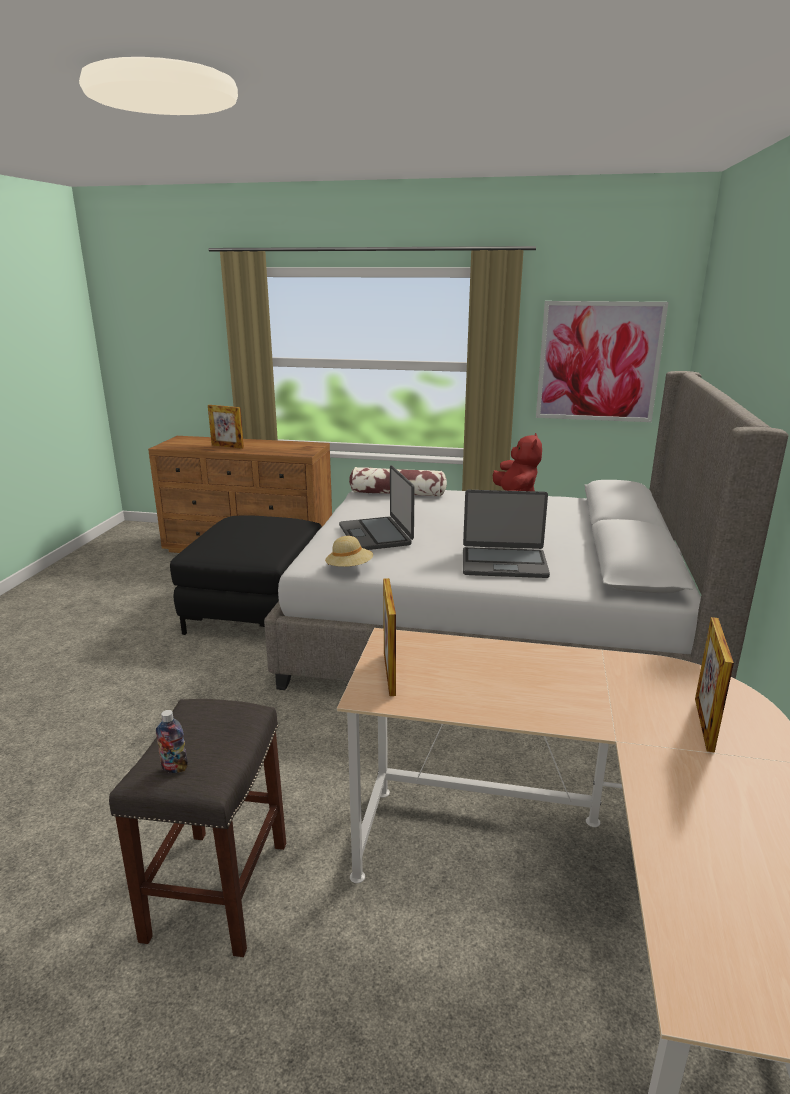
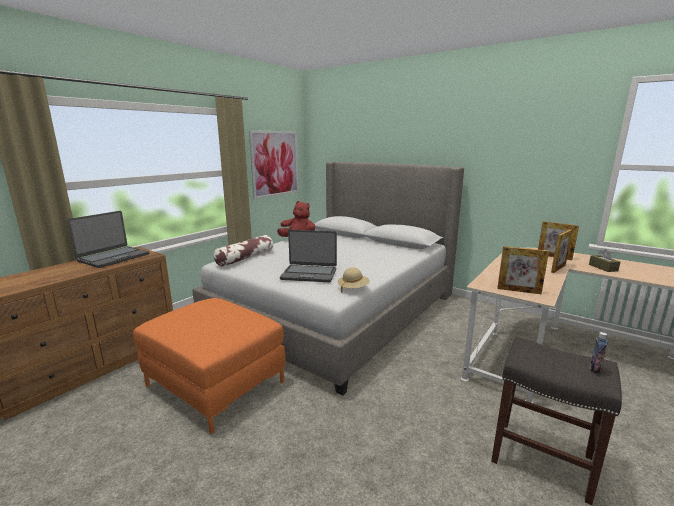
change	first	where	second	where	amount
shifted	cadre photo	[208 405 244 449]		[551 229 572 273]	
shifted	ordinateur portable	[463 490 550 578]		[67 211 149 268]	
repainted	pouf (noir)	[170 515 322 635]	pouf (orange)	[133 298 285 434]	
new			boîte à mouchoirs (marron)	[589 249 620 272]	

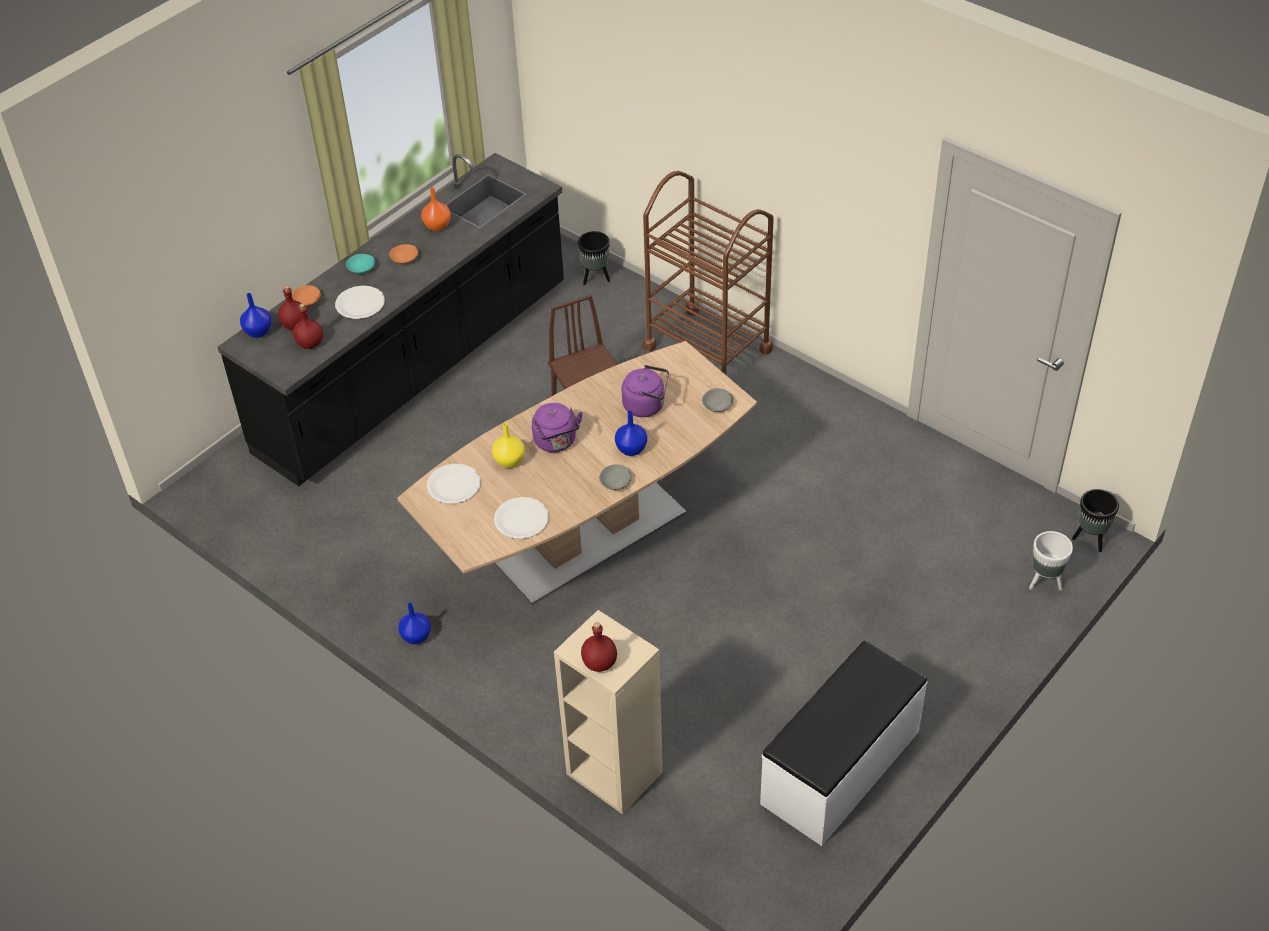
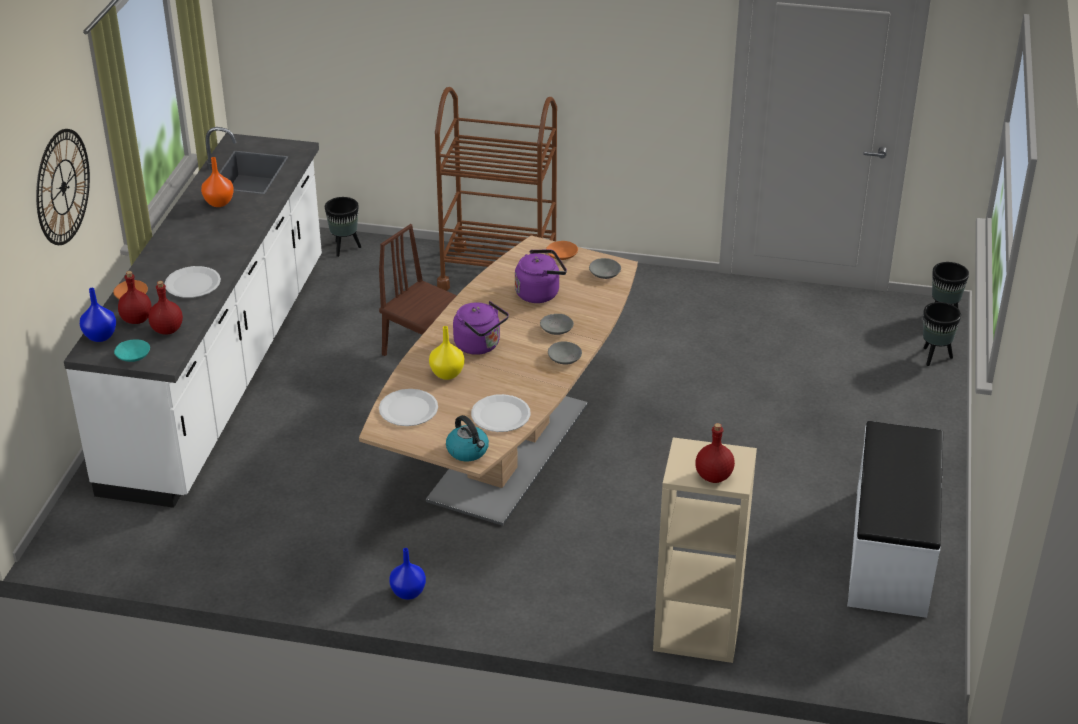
change	first	where	second	where	amount
repainted	comptoir de cuisine (noir)	[218 153 564 486]	comptoir de cuisine (blanc)	[64 127 322 508]	
shifted	bol (orange)	[389 244 418 264]		[546 241 578 260]	
shifted	bol (turquoise)	[346 254 375 274]		[114 339 150 362]	
swapped	vase (bleu)	[615 411 647 456]	bol (gris)	[540 314 574 335]	
repainted	cache-pot (blanc)	[1029 531 1073 590]	cache-pot (noir)	[923 302 961 366]	
new			horloge murale	[36 129 90 245]	
new			bouilloire	[446 415 489 461]	

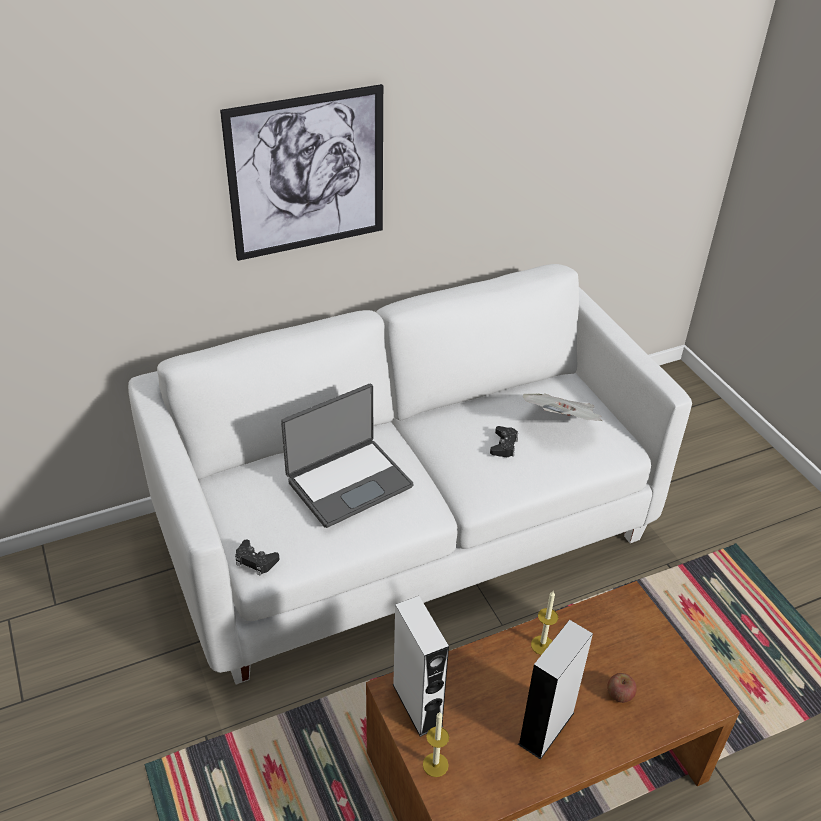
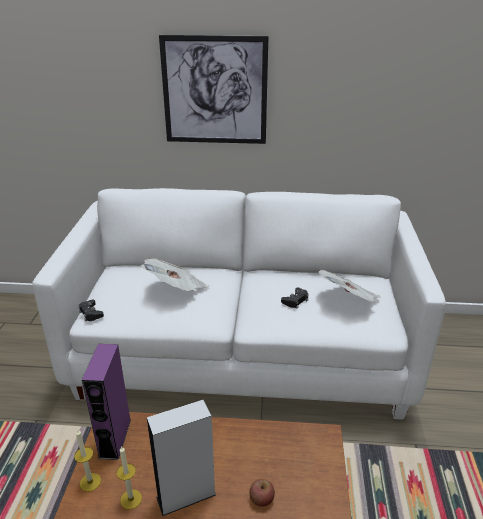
change	first	where	second	where	amount
swapped	ordinateur portable	[281 384 414 528]	journal	[141 258 209 291]	
shifted	bougie	[531 591 558 655]		[116 446 142 510]	
repainted	enceinte (blanc)	[392 596 449 737]	enceinte (violet)	[82 344 131 460]	

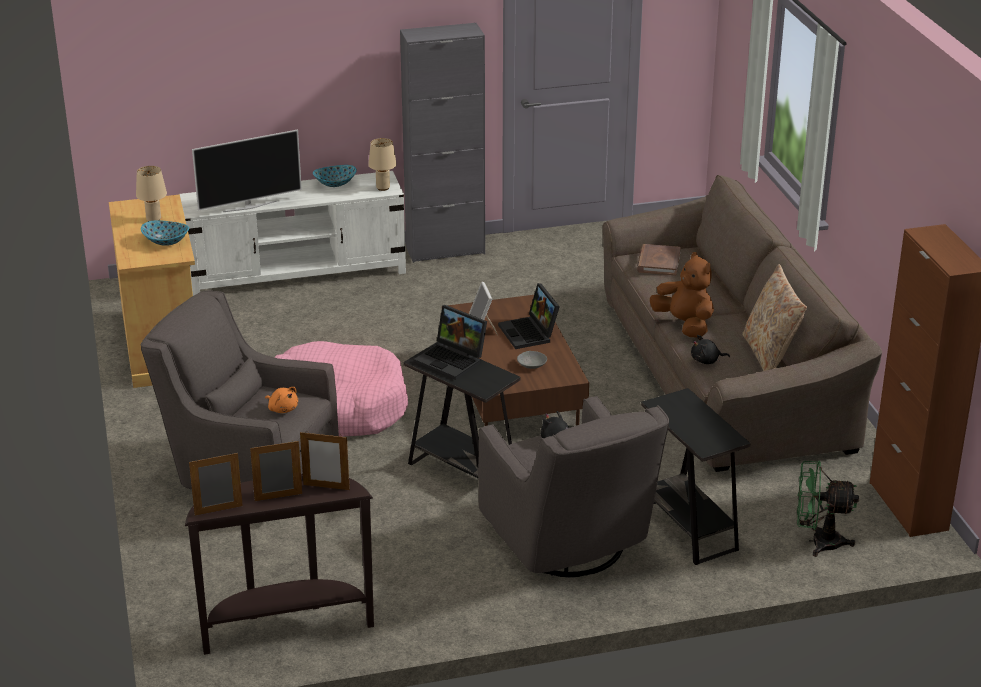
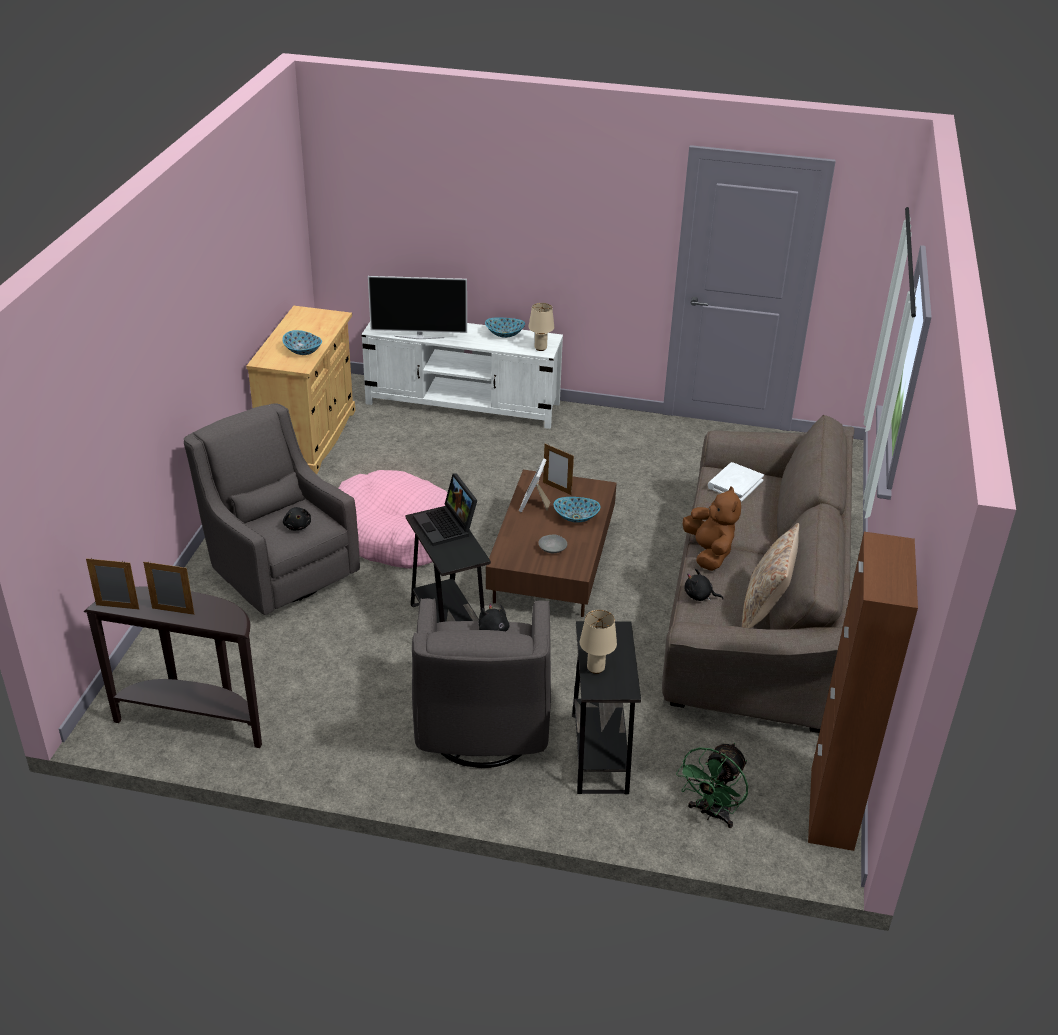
change	first	where	second	where	amount
gone	meuble de rangement (gris)	[400 23 485 263]			
shifted	lampe de table (beige)	[136 166 167 221]		[580 609 617 674]	
repainted	livre (marron)	[637 244 681 276]	livre (blanc)	[708 462 764 502]	
swapped	ordinateur portable	[498 283 560 349]	bol	[554 497 600 523]	
repainted	peluche (orange)	[265 387 298 413]	peluche (noir)	[283 507 311 530]	
shifted	cadre photo	[300 432 350 490]		[543 444 574 495]	
rotated	ventilateur (vert)	[797 461 859 557]		[676 743 748 828]	90 degrees counterclockwise

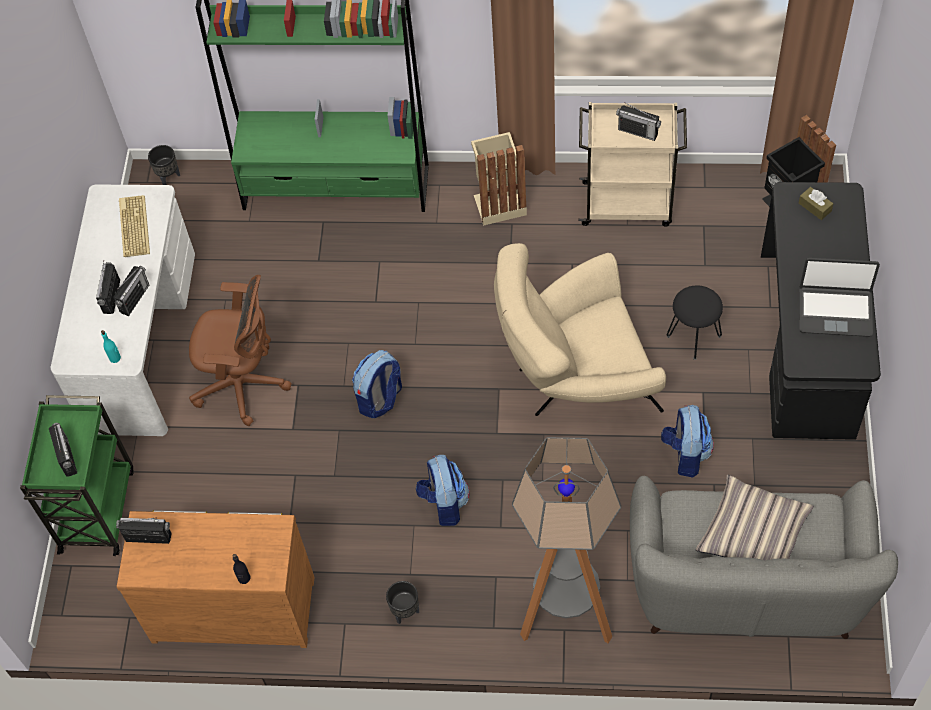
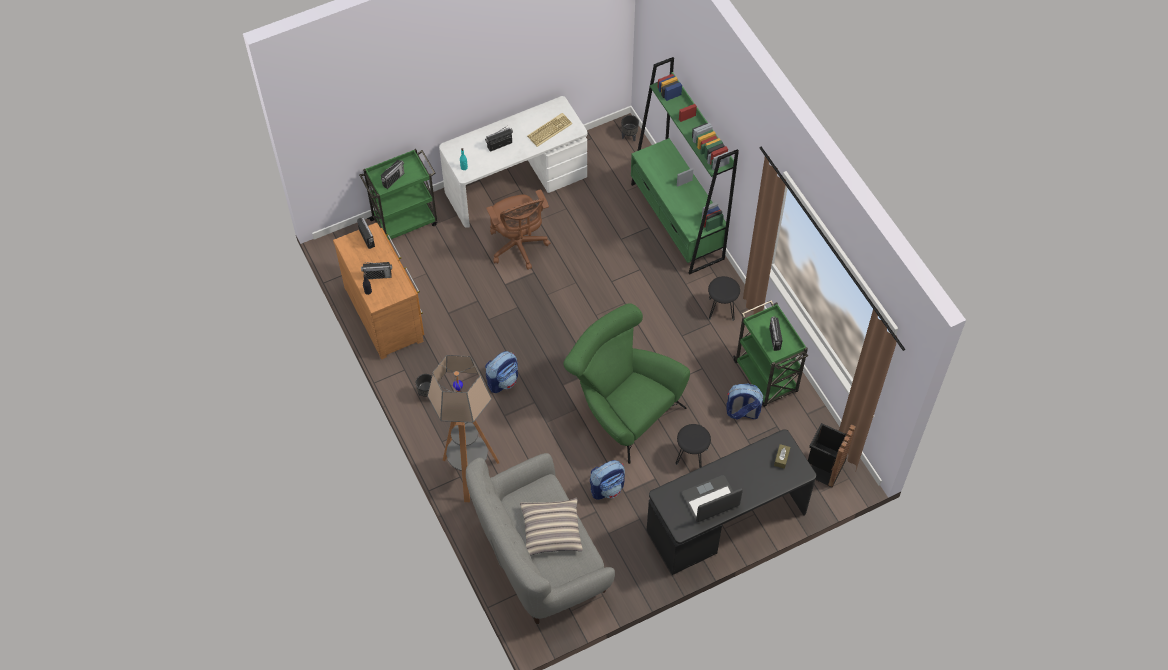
change	first	where	second	where	amount
repainted	chariot (beige)	[578 102 687 227]	chariot (vert)	[733 300 808 407]	
swapped	poubelle (beige)	[471 132 527 226]	tabouret (noir)	[708 276 740 321]	
repainted	fauteuil (beige)	[494 243 666 416]	fauteuil (vert)	[563 303 690 464]	
rotated	ordinateur portable	[799 258 880 337]		[681 475 743 522]	90 degrees clockwise
shifted	radio	[113 266 149 316]		[361 262 392 279]	
shifted	sac à dos	[352 350 402 419]		[727 383 763 420]	

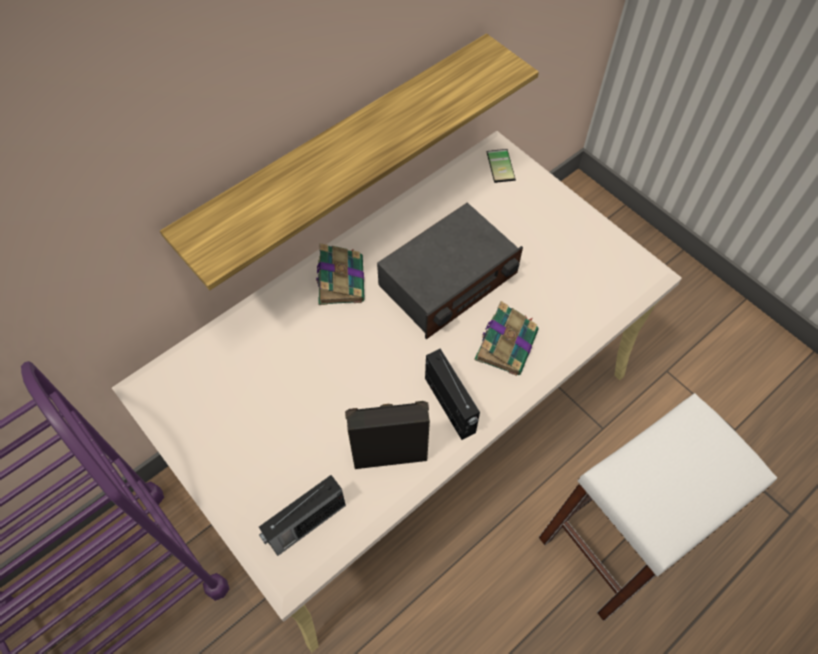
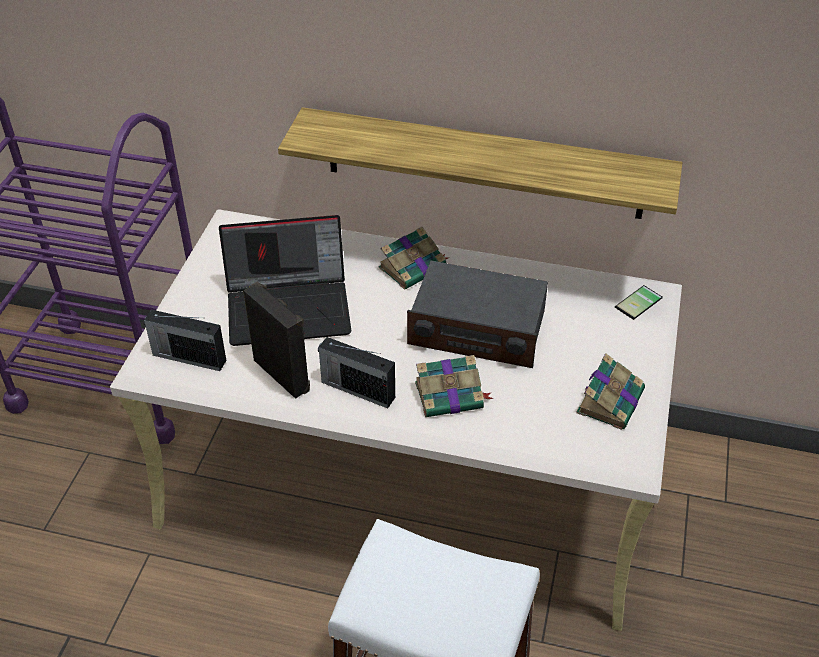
change	first	where	second	where	amount
rotated	radio	[425 349 480 440]		[318 337 395 408]	90 degrees clockwise
new			ordinateur portable	[219 215 351 346]	
new			livre	[576 354 645 430]	

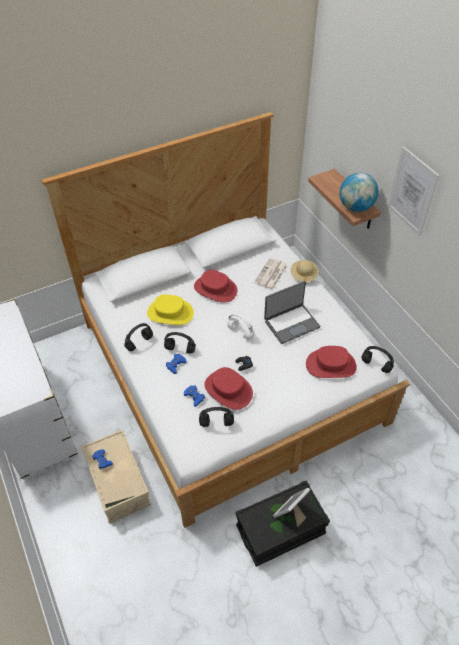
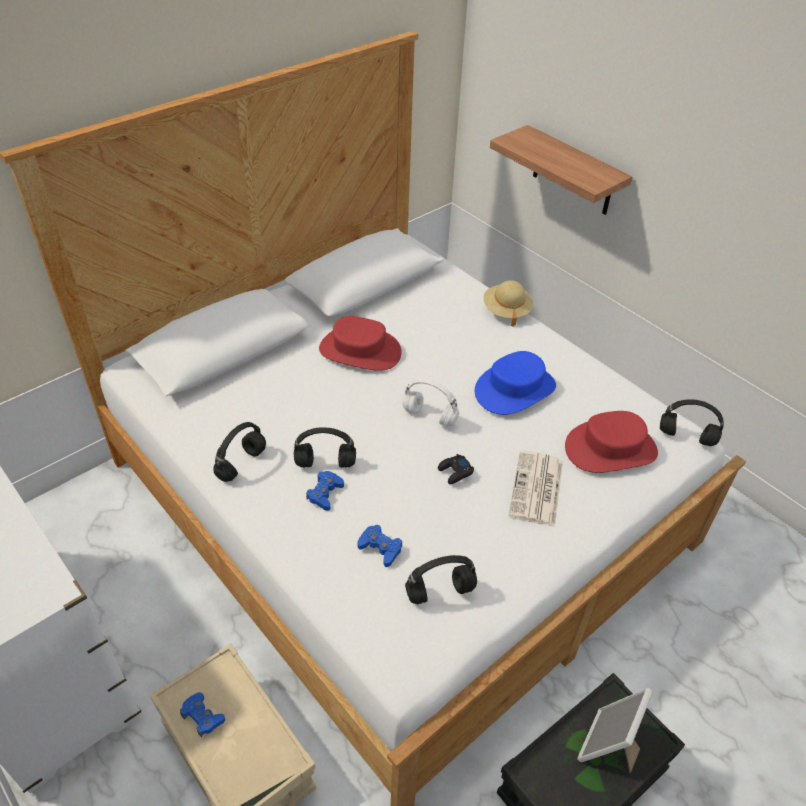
change	first	where	second	where	amount
gone	tableau	[388 147 440 236]			
gone	globe	[340 173 379 212]			
shifted	journal	[254 258 288 290]		[509 450 563 527]	
swapped	ordinateur portable	[264 281 320 344]	chapeau (bleu)	[475 351 556 415]	
gone	chapeau (jaune)	[147 294 194 325]			
gone	chapeau (rouge)	[204 367 253 410]			

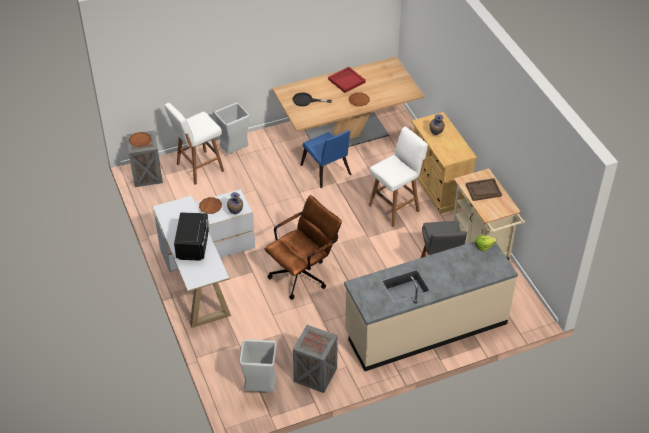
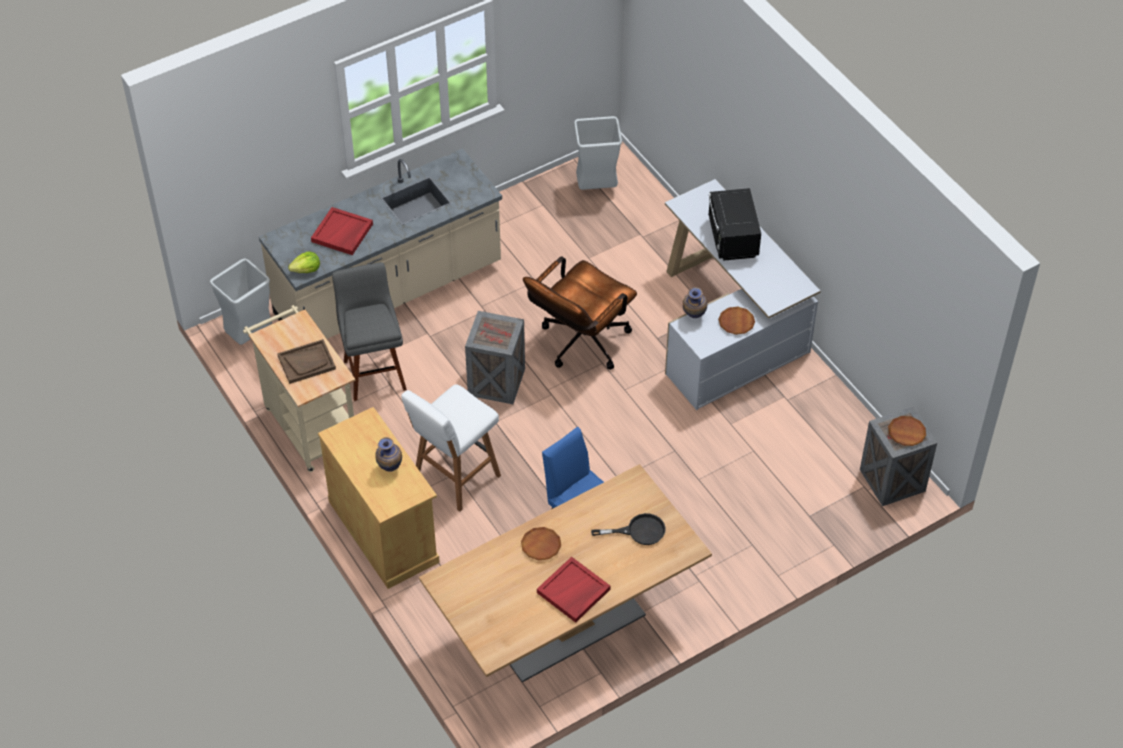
change	first	where	second	where	amount
gone	tabouret (blanc)	[165 103 224 185]			
shifted	poubelle (gris)	[214 103 249 154]		[210 259 272 345]	
shifted	caisse	[293 325 338 393]		[465 311 525 404]	
new			plateau (rouge)	[311 207 373 255]	

